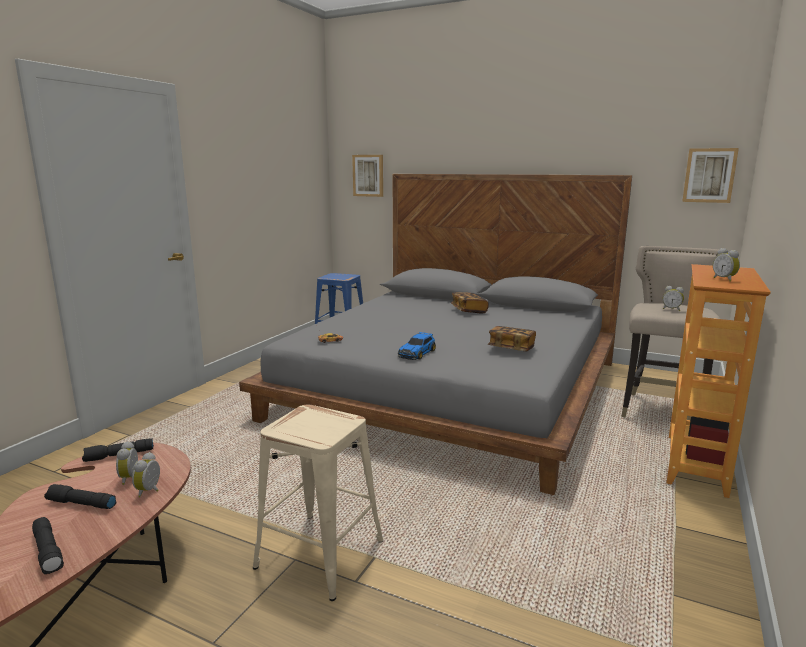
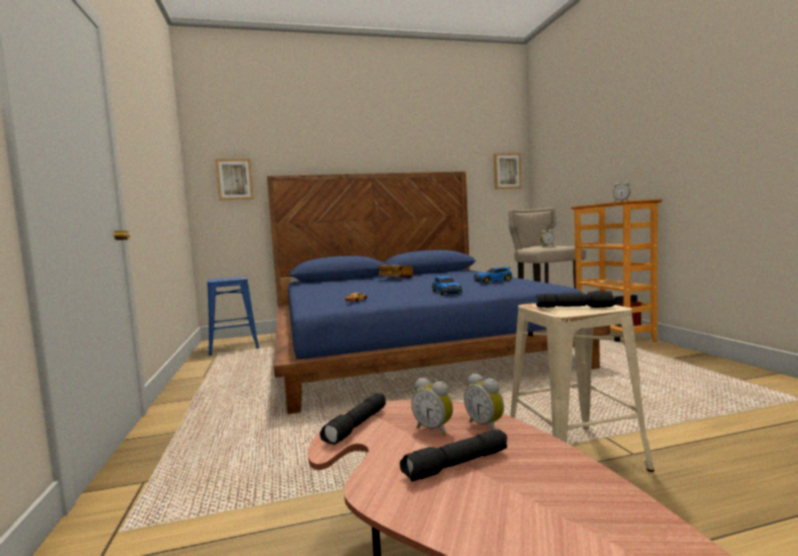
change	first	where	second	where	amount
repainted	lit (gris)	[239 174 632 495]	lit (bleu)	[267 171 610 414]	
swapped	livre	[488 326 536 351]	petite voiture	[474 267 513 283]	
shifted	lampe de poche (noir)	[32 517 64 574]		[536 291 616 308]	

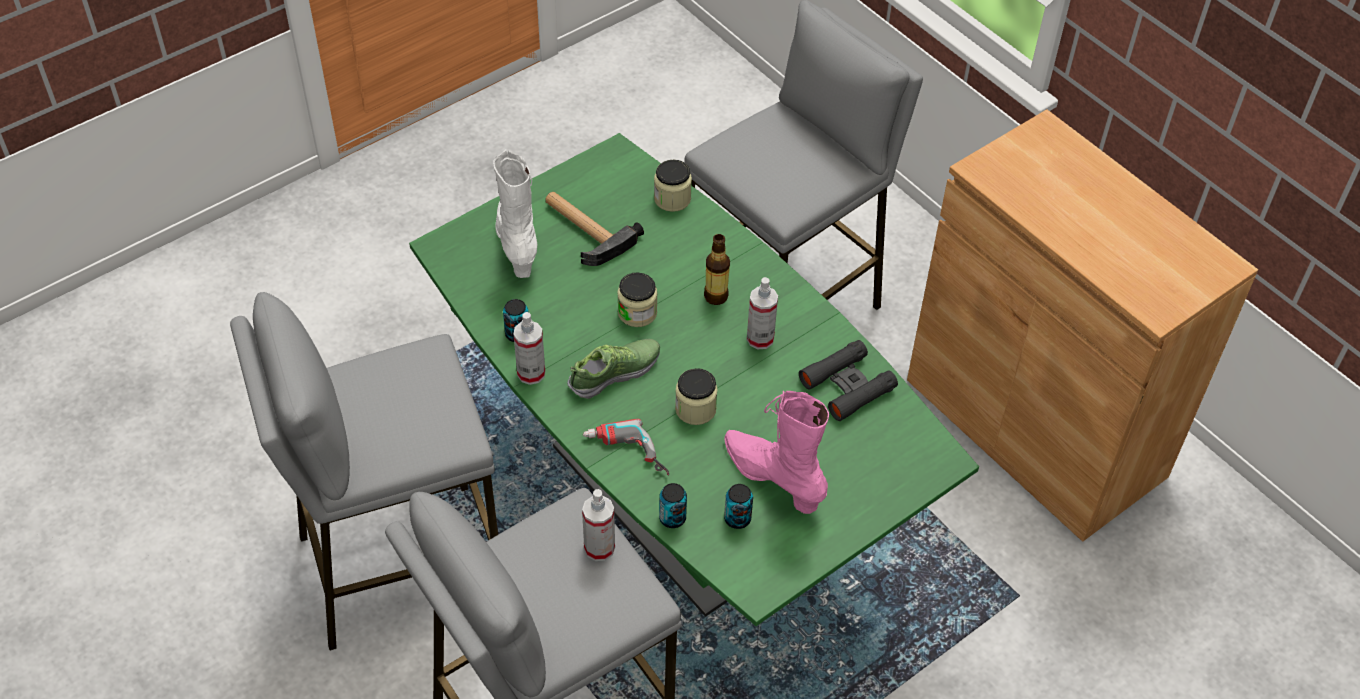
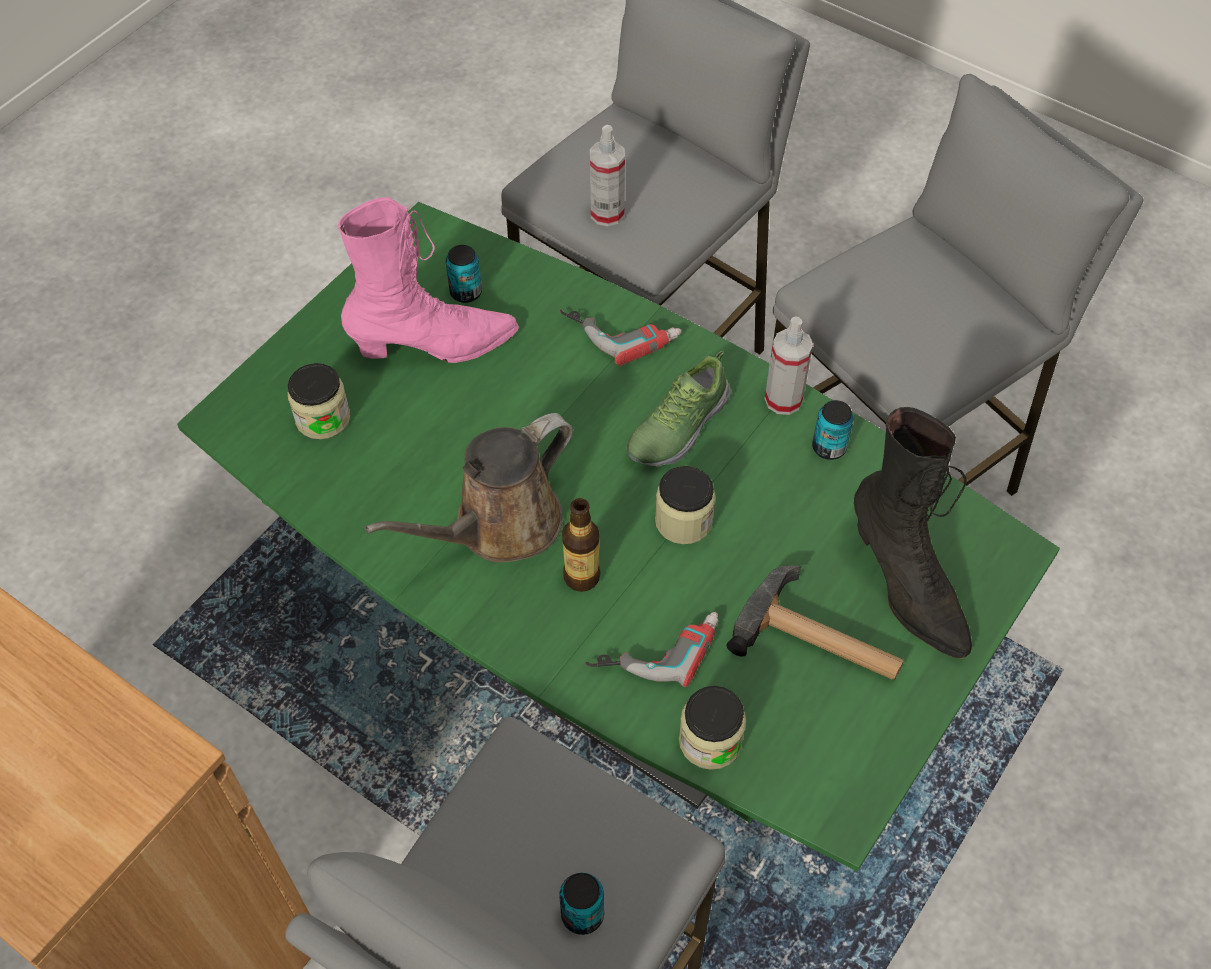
change	first	where	second	where	amount
repainted	botte (blanc)	[493 149 537 278]	botte (noir)	[854 407 972 659]	
swapped	vaporisateur	[747 277 778 349]	arrosoir (marron)	[365 413 573 563]	
gone	jumelles (noir)	[799 340 898 421]			
shifted	bocal	[675 368 718 425]		[288 363 350 439]	
rotated	botte (rose)	[724 391 829 514]		[338 197 519 363]	45 degrees counterclockwise
shifted	boîte métallique	[659 483 687 528]		[559 873 604 935]	
new			perceuse	[585 612 718 687]	

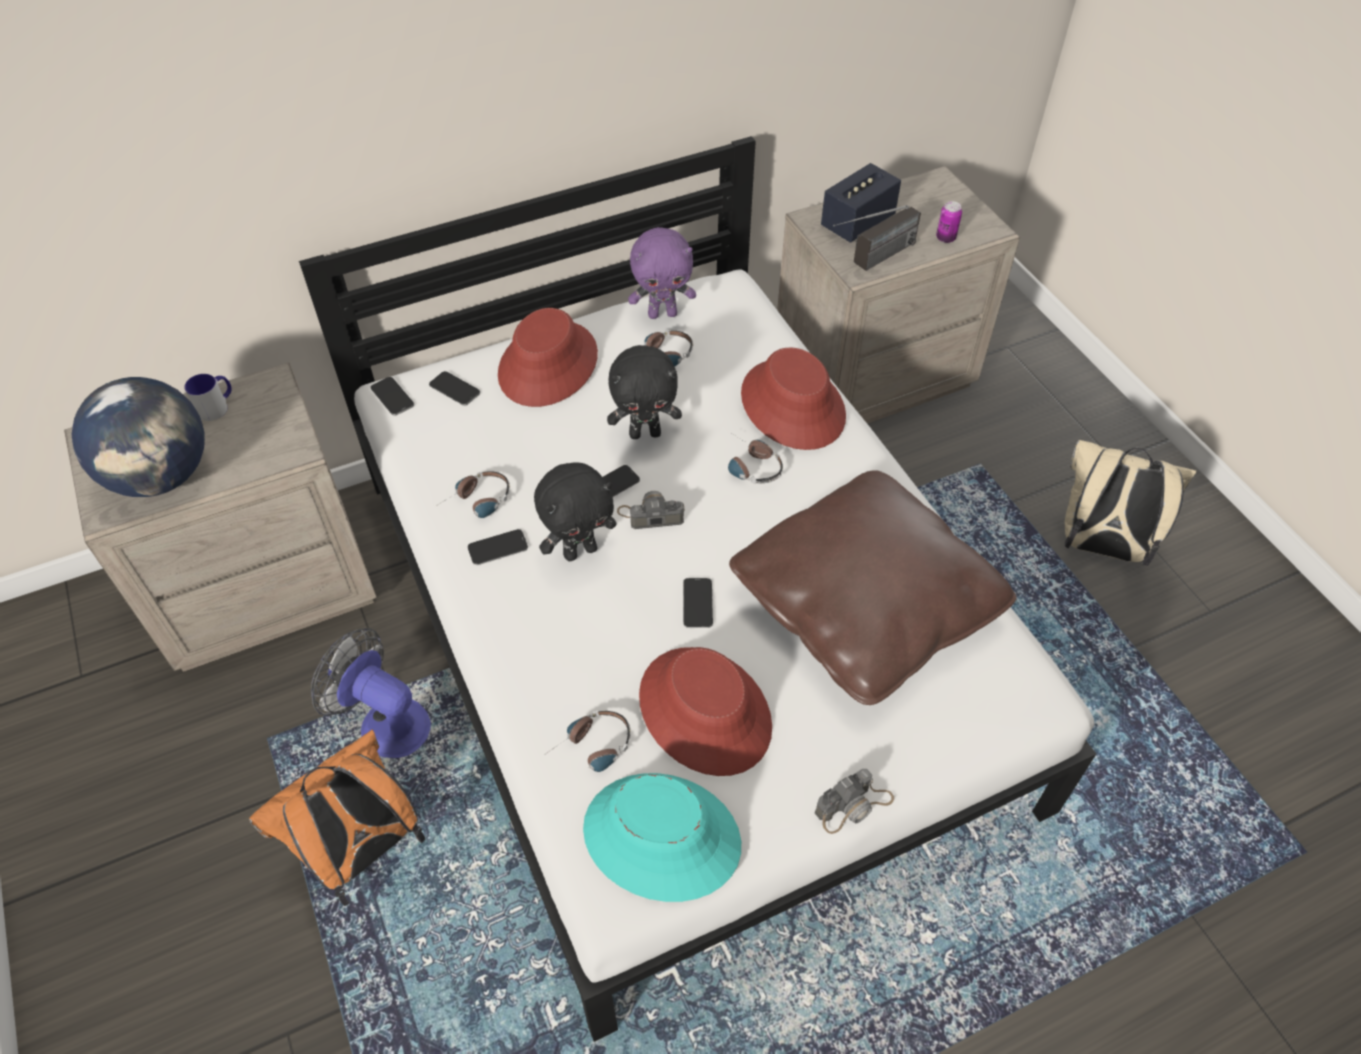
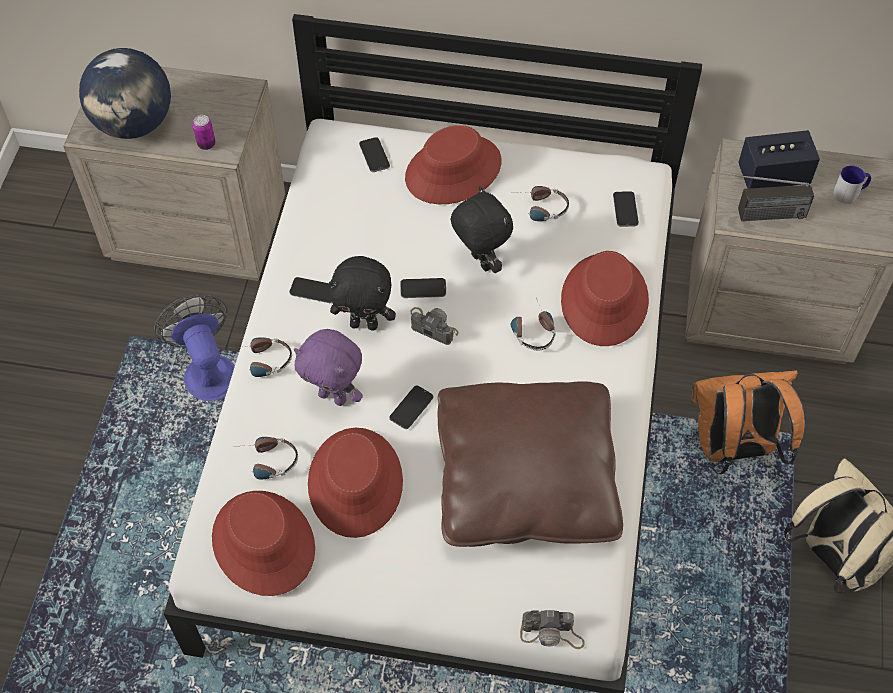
change	first	where	second	where	amount
shifted	boîte métallique	[936 201 962 243]		[193 115 216 150]	
shifted	peluche (violet)	[628 227 696 319]		[294 329 363 406]	
rotated	peluche (noir)	[607 345 682 439]		[450 186 513 273]	150 degrees counterclockwise
shifted	mug	[184 374 232 421]		[833 165 871 204]	
shifted	téléphone	[370 377 414 416]		[613 191 639 227]	
shifted	casque audio	[438 471 510 518]		[233 337 292 377]	
shifted	sac à dos (orange)	[249 730 425 906]		[692 370 806 474]	
shifted	appareil photo	[815 769 894 834]		[520 610 585 649]	
repainted	chapeau (turquoise)	[583 773 741 902]	chapeau (rouge)	[212 491 315 596]	

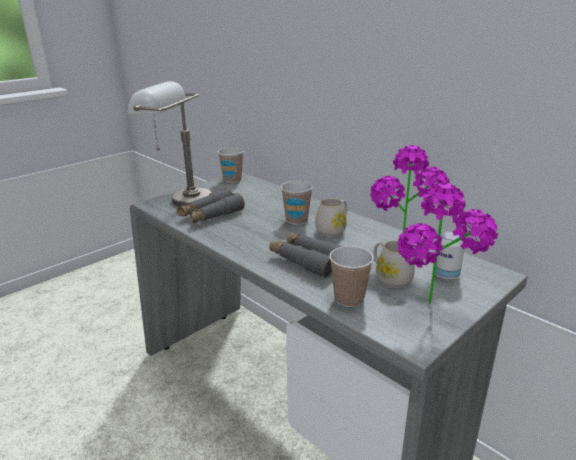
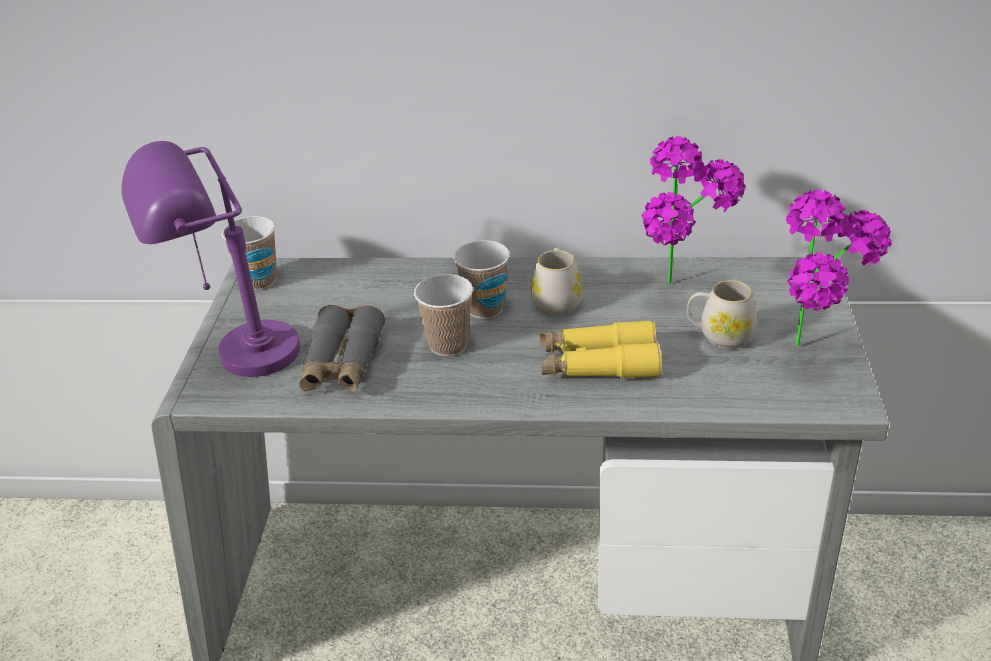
change	first	where	second	where	amount
repainted	lampe de table (gris)	[127 81 212 207]	lampe de table (violet)	[121 141 300 377]	
gone	boîte métallique	[433 230 464 281]			
repainted	jumelles (gris)	[269 232 342 278]	jumelles (jaune)	[539 320 662 379]	
shifted	tasse	[329 246 374 307]		[414 274 473 356]	

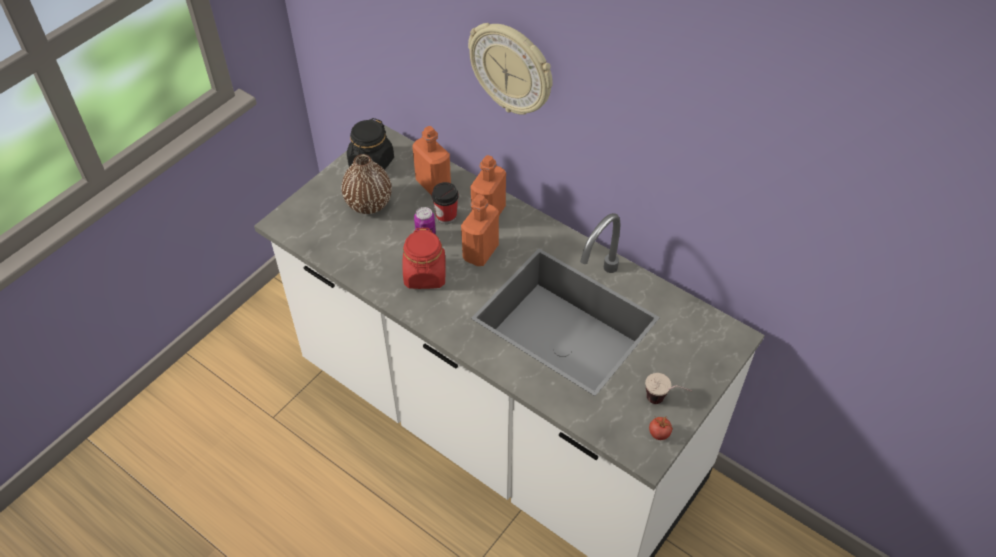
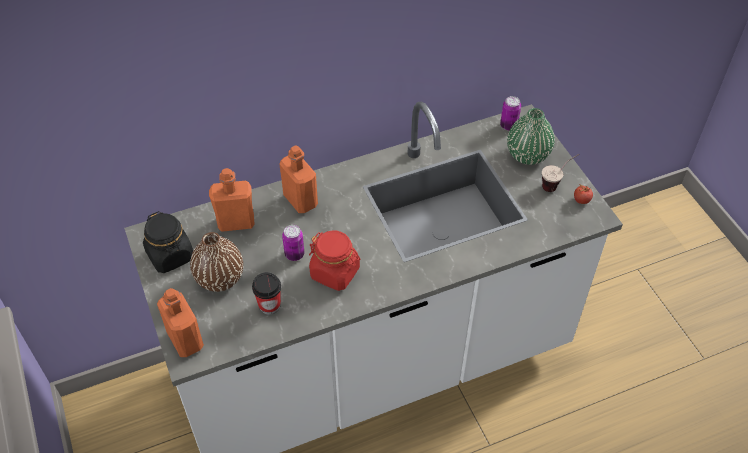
change	first	where	second	where	amount
gone	horloge murale	[468 23 553 115]			
shifted	tasse	[432 182 459 224]		[252 272 281 314]	
shifted	bouteille (orange)	[461 194 499 266]		[157 288 204 357]	
new			boîte métallique	[500 96 521 131]	
new			vase (vert)	[507 108 555 165]	

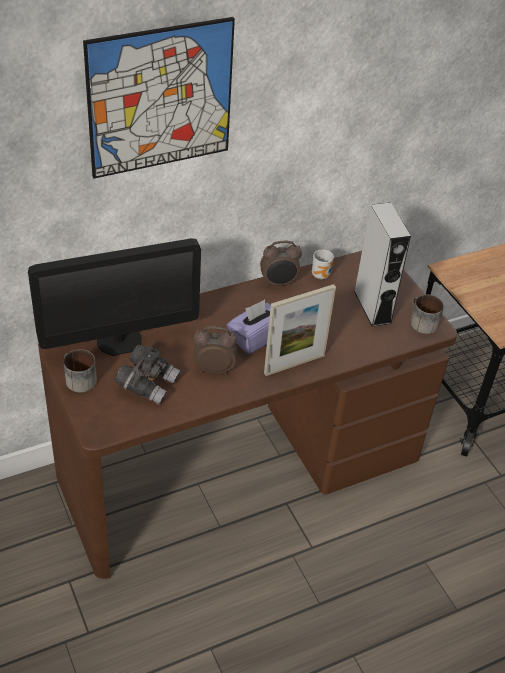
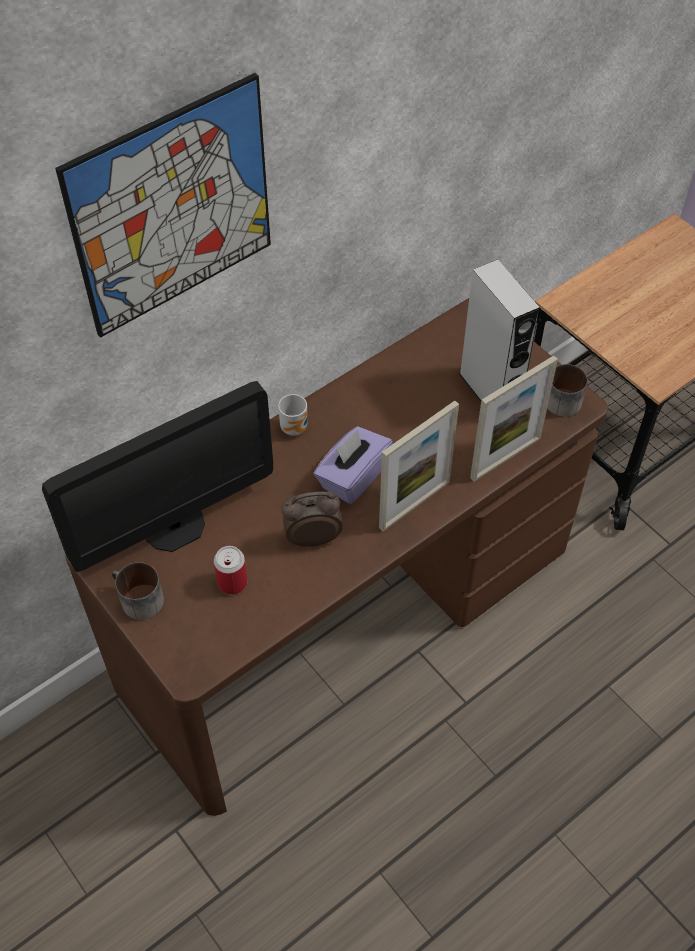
change	first	where	second	where	amount
gone	réveil	[260 241 302 287]			
shifted	mug	[312 249 334 280]		[278 394 307 435]	
swapped	jumelles (gris)	[114 345 181 404]	boîte métallique	[214 546 248 595]	
new			cadre photo	[470 356 558 482]	

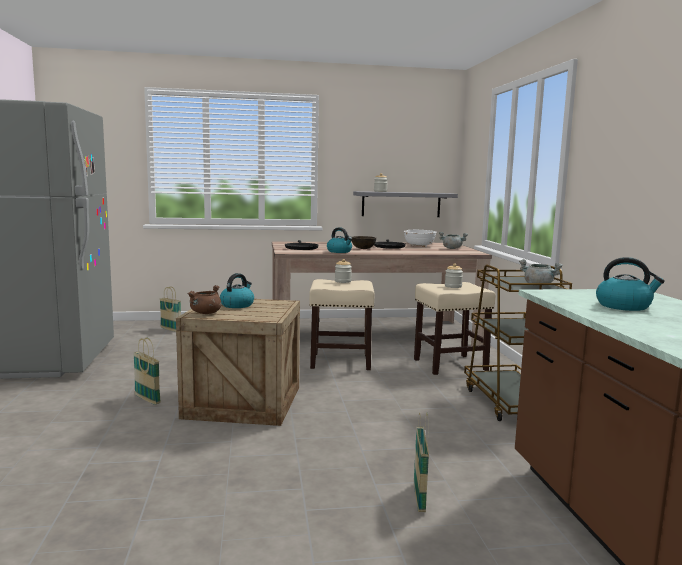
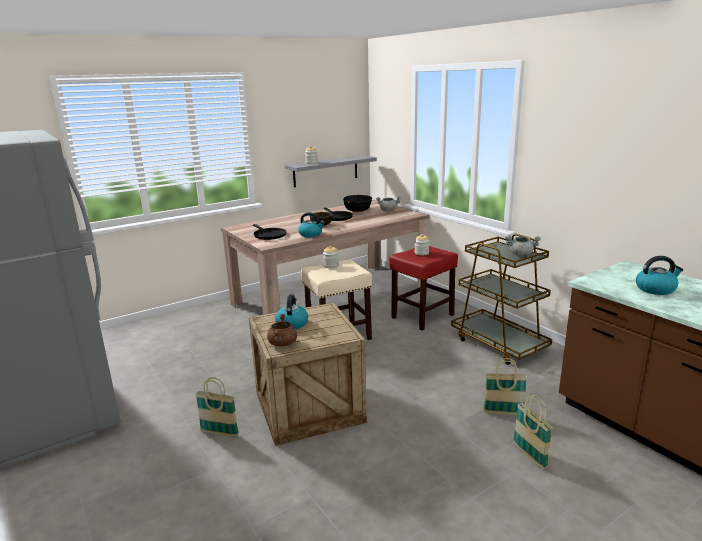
change	first	where	second	where	amount
repainted	bol (blanc)	[404 230 437 247]	bol (noir)	[343 195 372 212]	
repainted	tabouret (beige)	[414 282 496 375]	tabouret (rouge)	[390 246 458 330]	
shifted	panier	[159 286 181 332]		[483 358 527 415]	

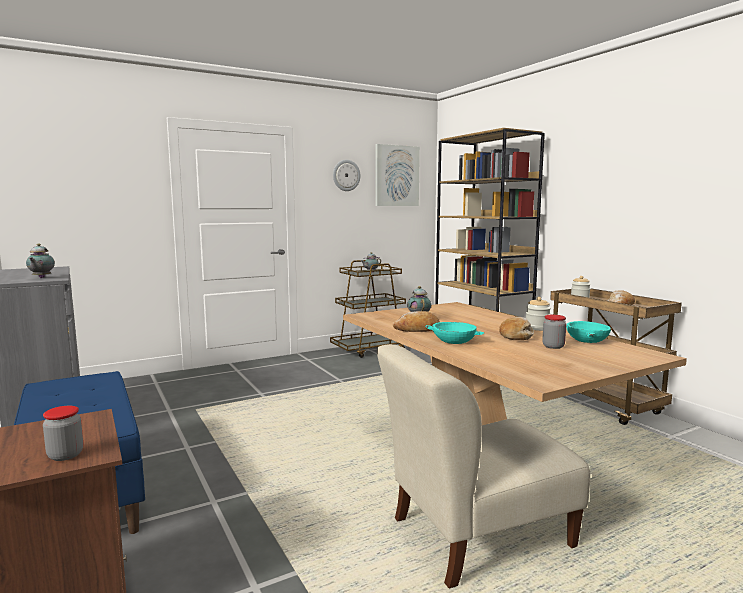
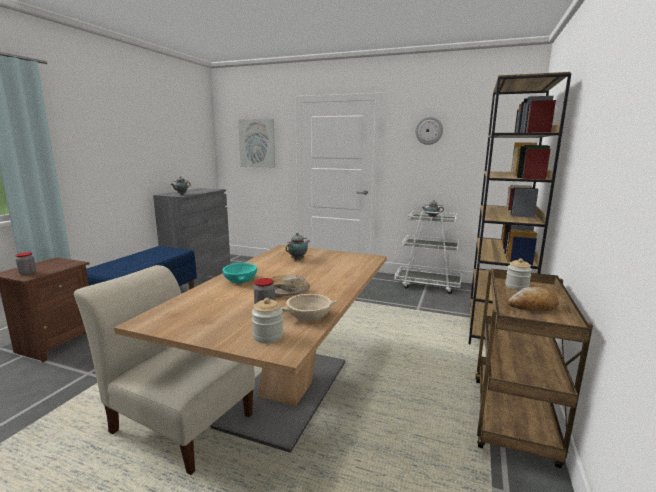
change	first	where	second	where	amount
shifted	tableau	[375 144 420 206]		[238 119 275 168]	
repainted	chariot (marron)	[330 260 406 358]	chariot (blanc)	[394 206 462 294]	
shifted	bocal	[526 297 551 331]		[252 298 283 343]	
gone	pain	[393 311 440 332]			
repainted	bol (turquoise)	[566 321 611 343]	bol (beige)	[281 294 337 321]	

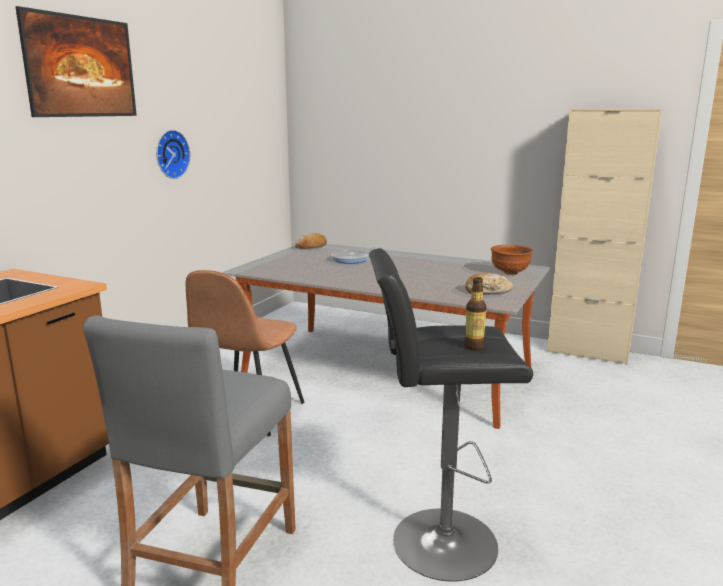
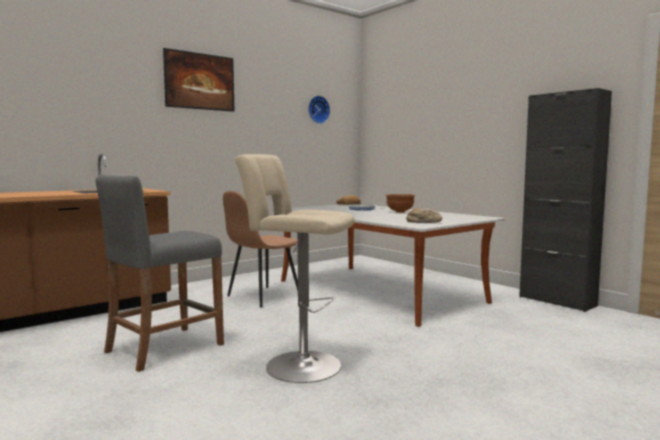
change	first	where	second	where	amount
repainted	meuble de rangement (beige)	[547 108 662 365]	meuble de rangement (noir)	[519 88 612 312]	
shifted	horloge murale	[156 130 190 179]		[308 96 330 124]	
shifted	bol (marron)	[491 245 534 275]		[386 194 415 213]	
repainted	tabouret (noir)	[369 248 533 581]	tabouret (beige)	[235 154 354 383]	
gone	bouteille	[464 277 487 350]			

